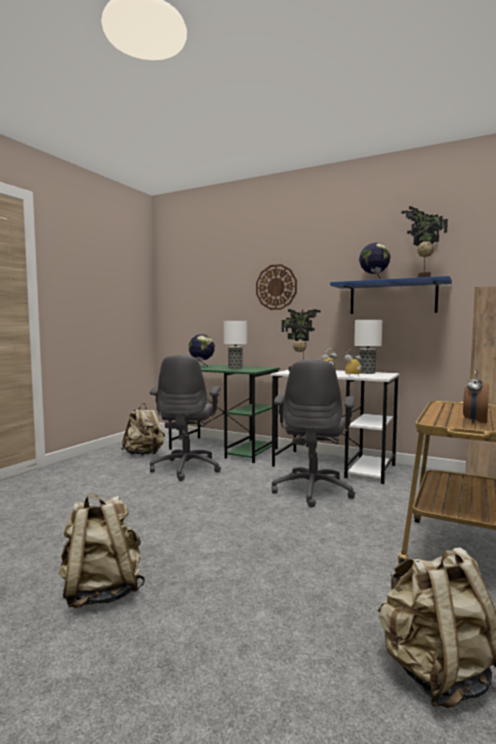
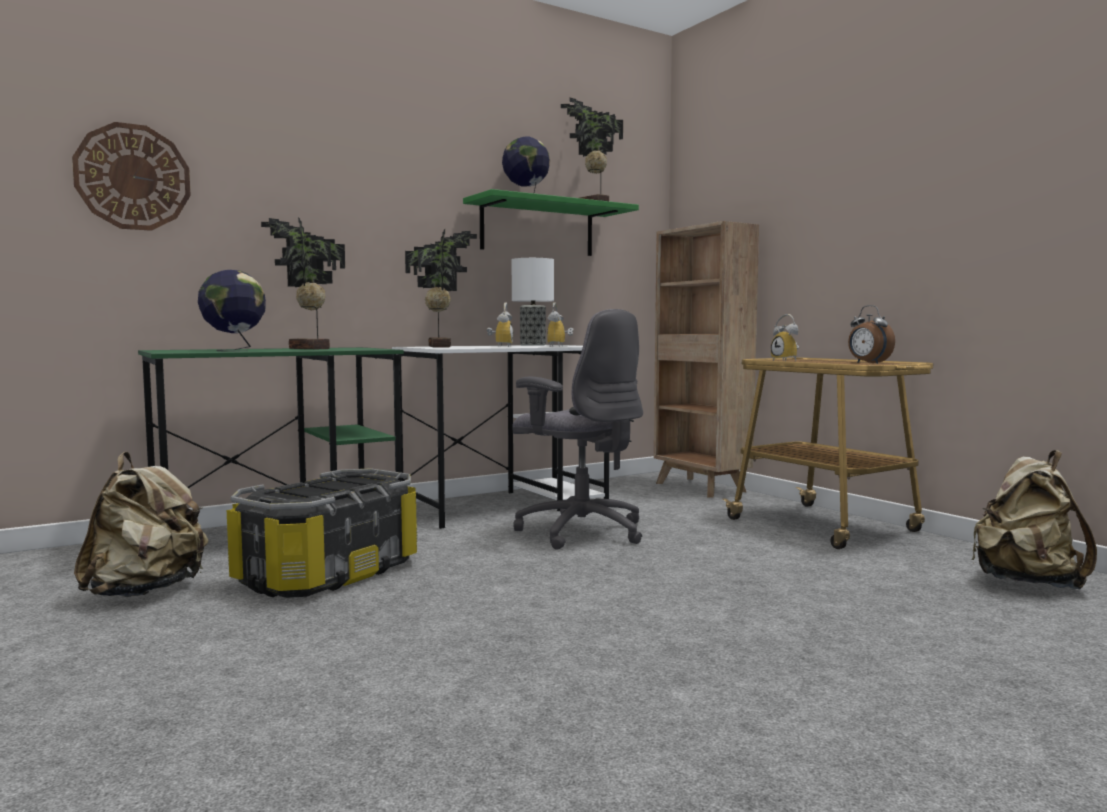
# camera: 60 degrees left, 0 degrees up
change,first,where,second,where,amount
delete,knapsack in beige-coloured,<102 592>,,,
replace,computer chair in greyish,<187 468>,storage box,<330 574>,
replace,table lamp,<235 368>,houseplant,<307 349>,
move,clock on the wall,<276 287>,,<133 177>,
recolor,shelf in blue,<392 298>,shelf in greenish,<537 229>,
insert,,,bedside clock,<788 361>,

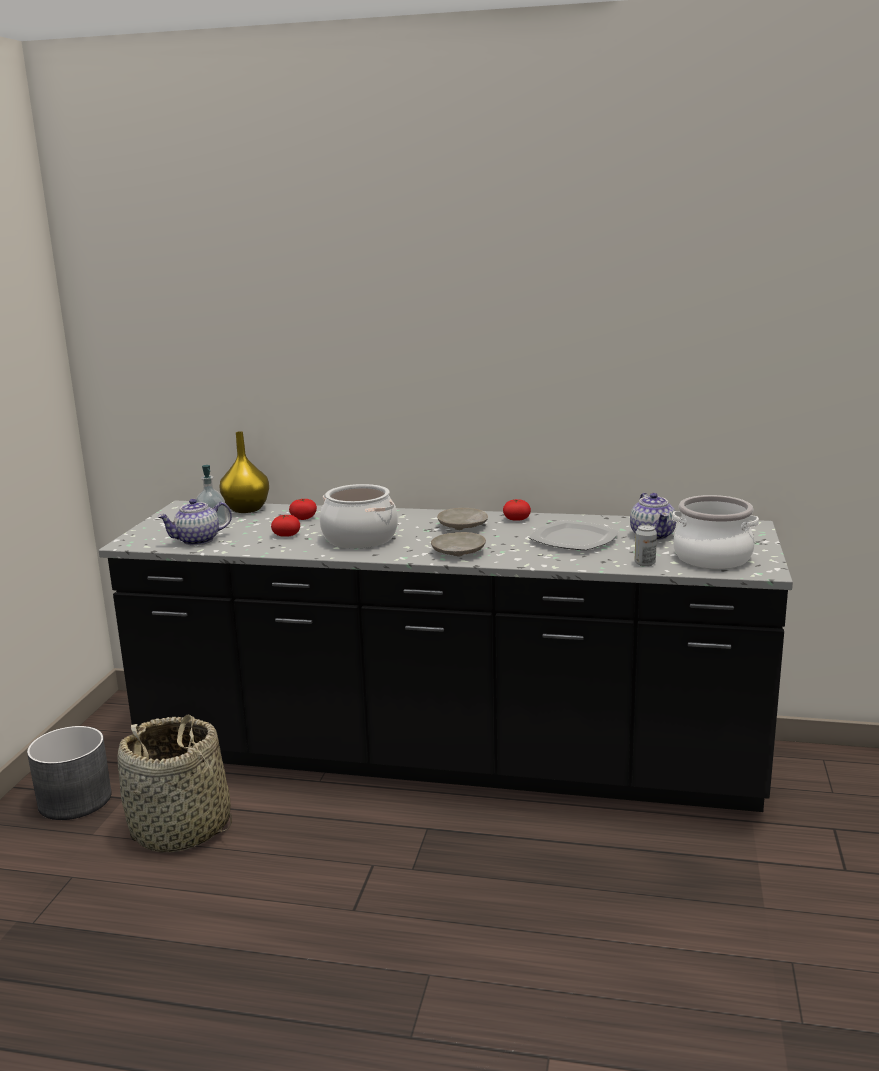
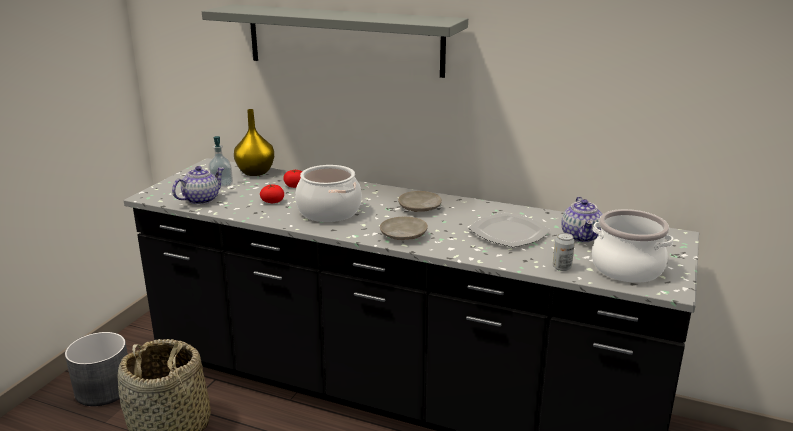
# camera: 10 degrees right, 5 degrees up
change,first,where,second,where,amount
rotate,tea pot,<197 541>,,<201 199>,150 degrees clockwise
delete,whole tomato,<516 519>,,,
insert,,,shelf in greyish,<343 40>,

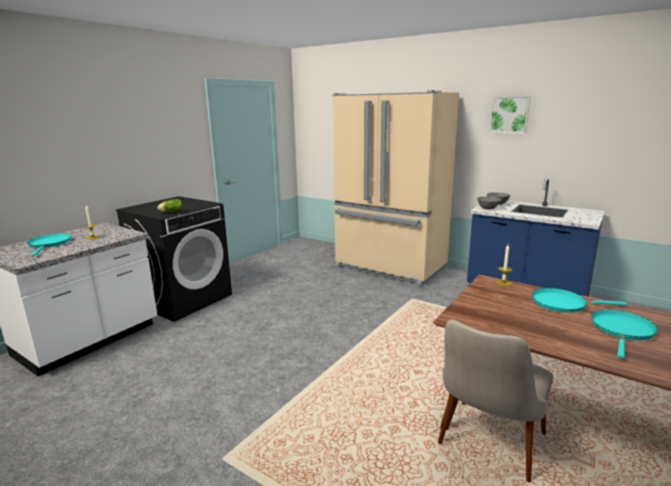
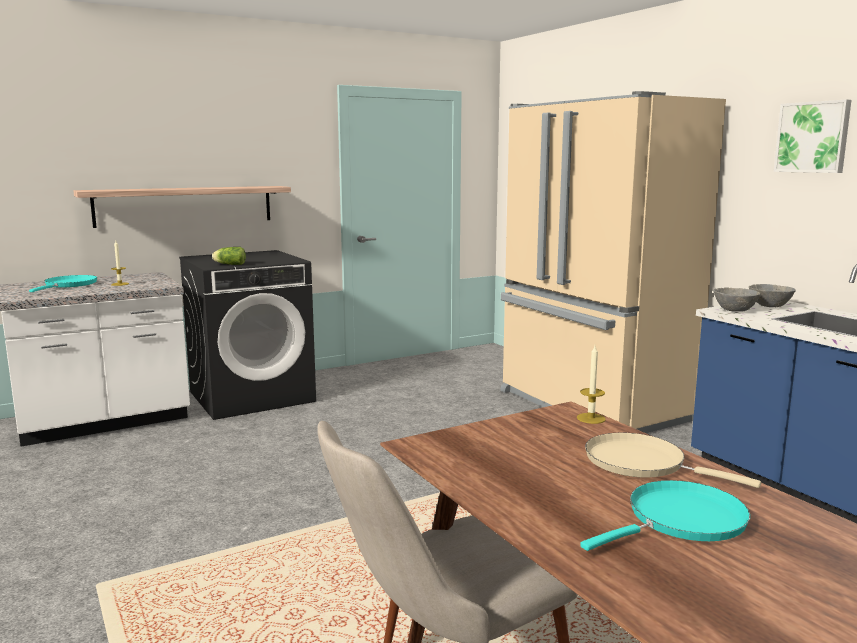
# camera: 25 degrees right, 5 degrees down
change,first,where,second,where,amount
recolor,pan in turquoise-coloured,<562 303>,pan in beige-coloured,<641 463>,
insert,,,shelf,<185 205>,

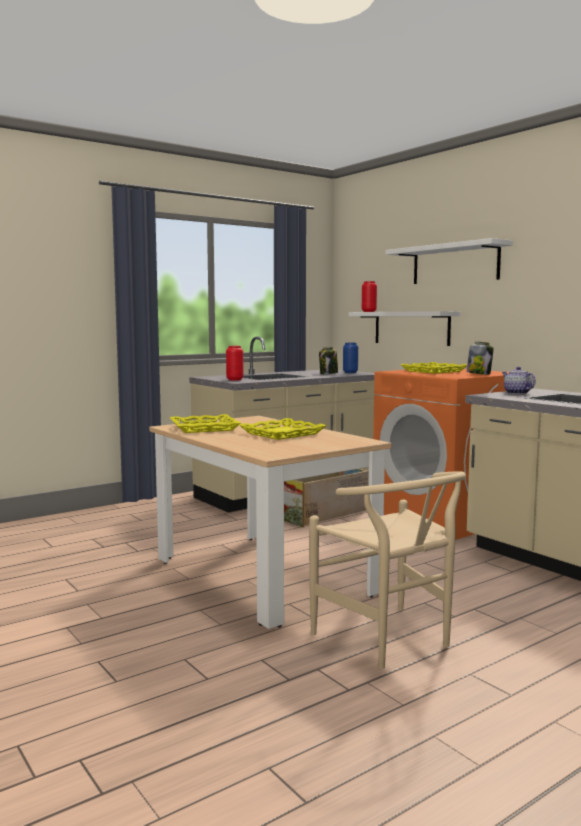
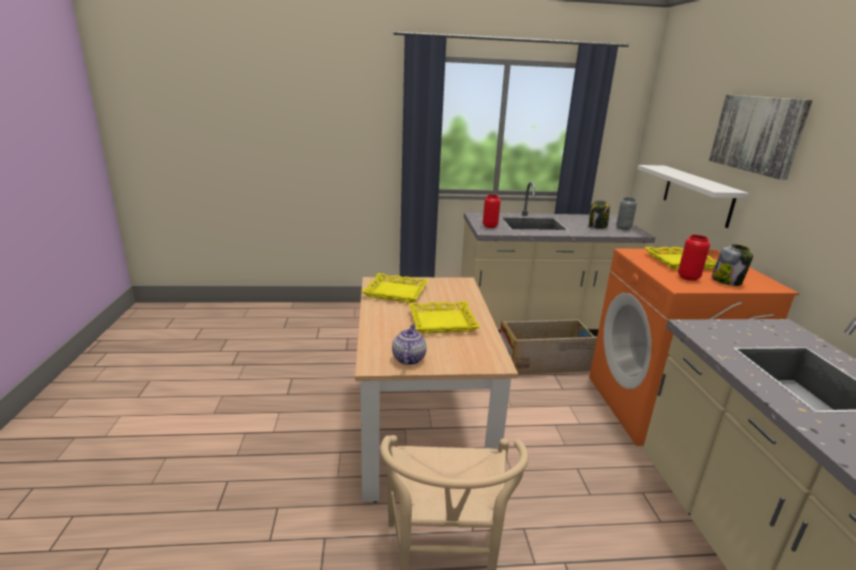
# camera: 30 degrees right, 15 degrees up
change,first,where,second,where,amount
recolor,decorative vase in blue,<350 372>,decorative vase in greyish,<623 228>,
move,decorative vase in reddish,<369 311>,,<688 277>,
replace,shelf in whitish,<455 264>,wall picture,<757 134>,
move,tea pot,<516 393>,,<408 358>,

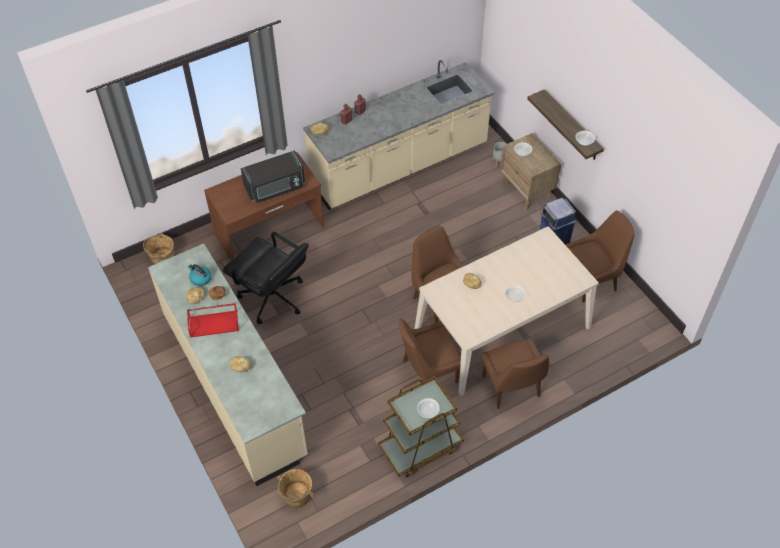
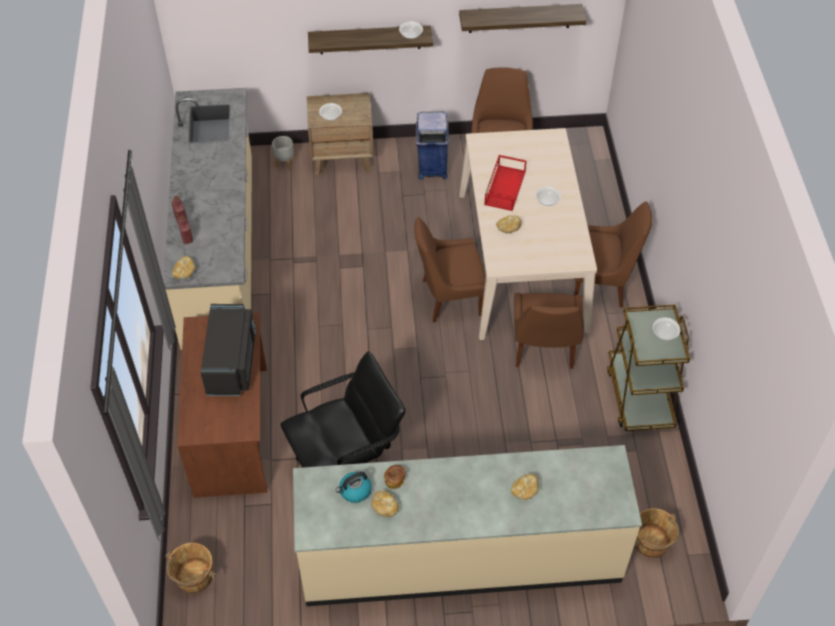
# camera: 65 degrees left, 0 degrees up
change,first,where,second,where,amount
move,serving tray in reddish,<214 323>,,<504 187>,
insert,,,shelf,<519 18>,

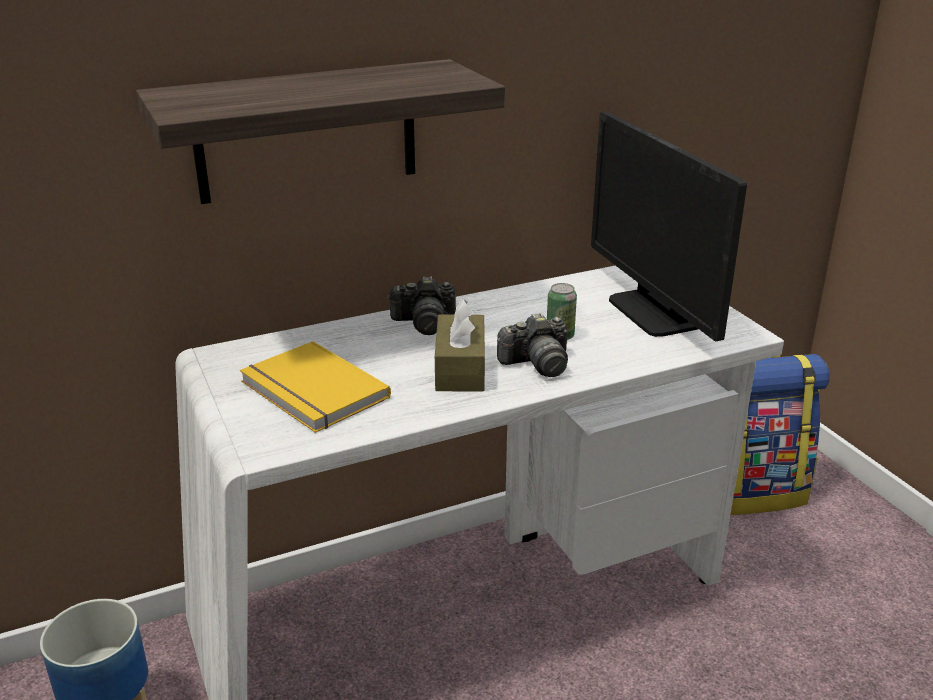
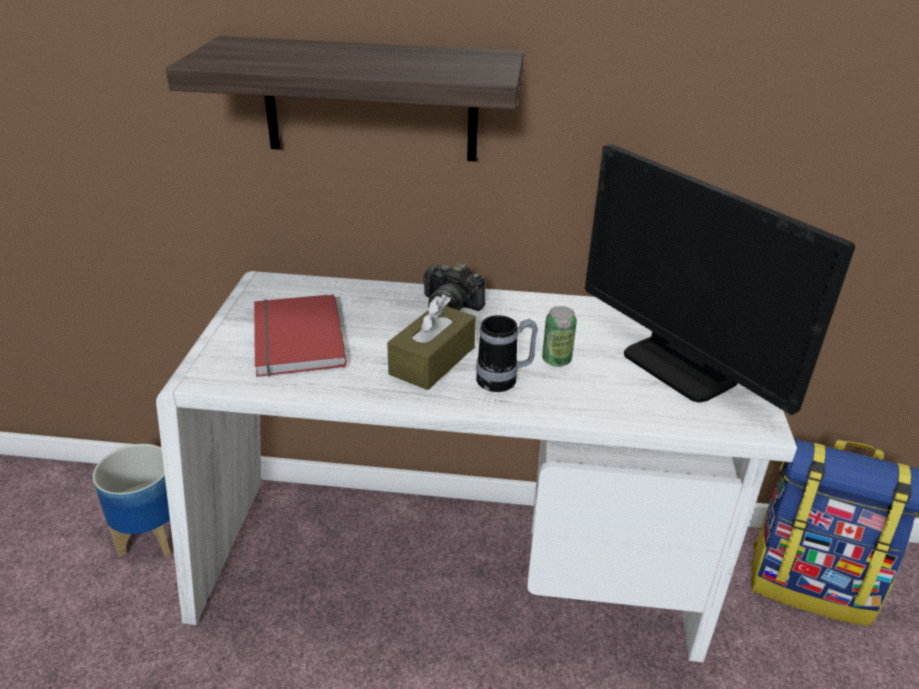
# camera: 30 degrees right, 5 degrees up
change,first,where,second,where,amount
recolor,bound book in yellow,<311 392>,bound book in reddish,<294 339>,
replace,still camera,<537 364>,tea mug,<504 380>,
rotate,computer screen,<655 312>,,<680 367>,45 degrees counterclockwise

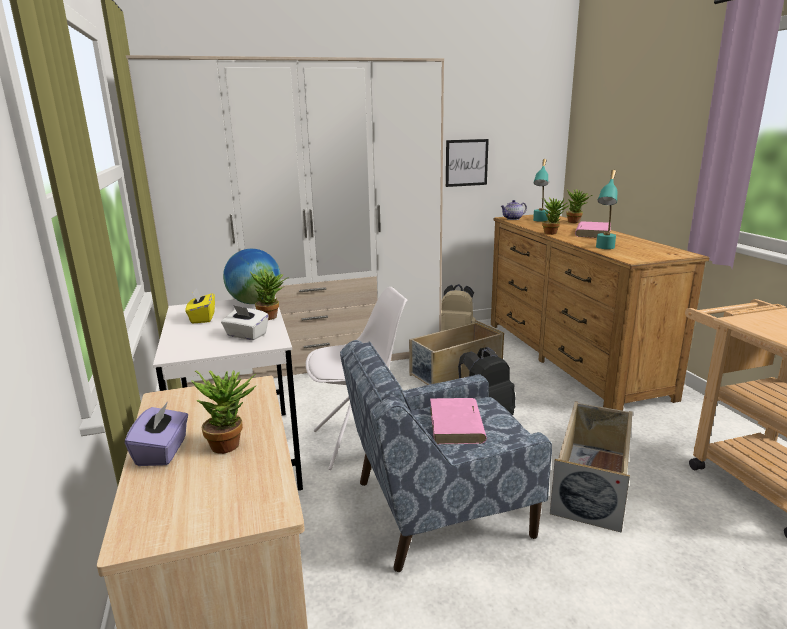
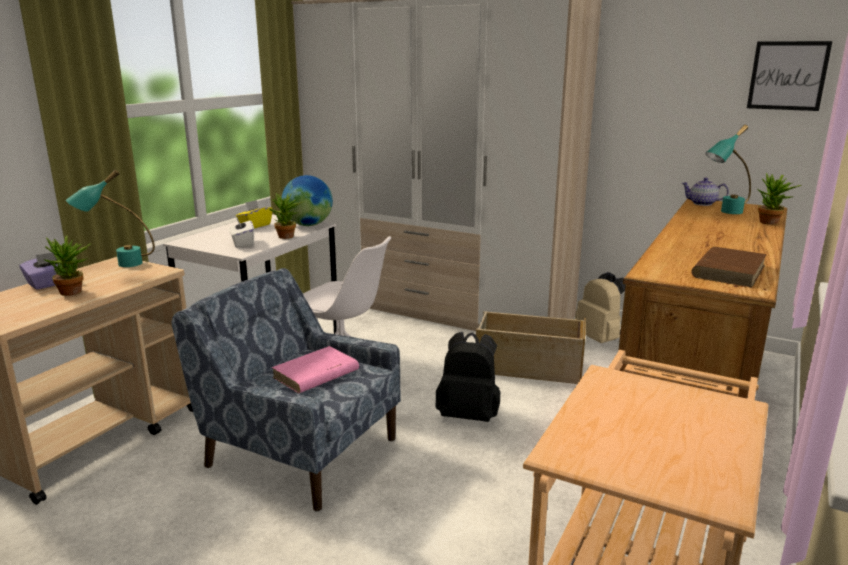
# camera: 45 degrees right, 0 degrees up
change,first,where,second,where,amount
move,wall picture,<466 162>,,<787 76>,
delete,houseplant,<552 233>,,,
delete,storage box in beige-coloured,<591 483>,,,
delete,bound book in pink-coloured,<593 232>,,,
move,table lamp in turquoise-coloured,<604 249>,,<118 264>,
insert,,,bound book in brownish,<728 271>,

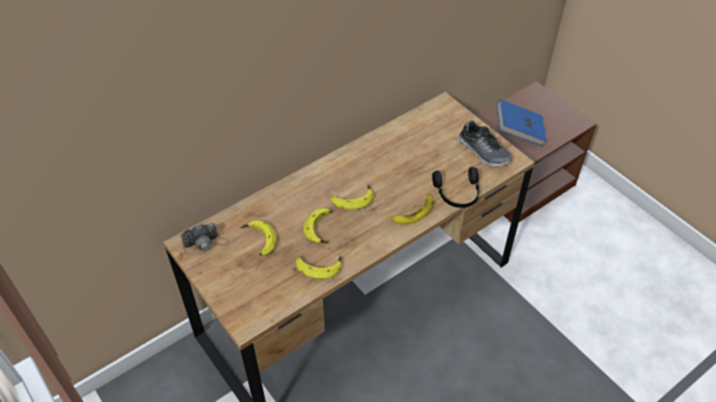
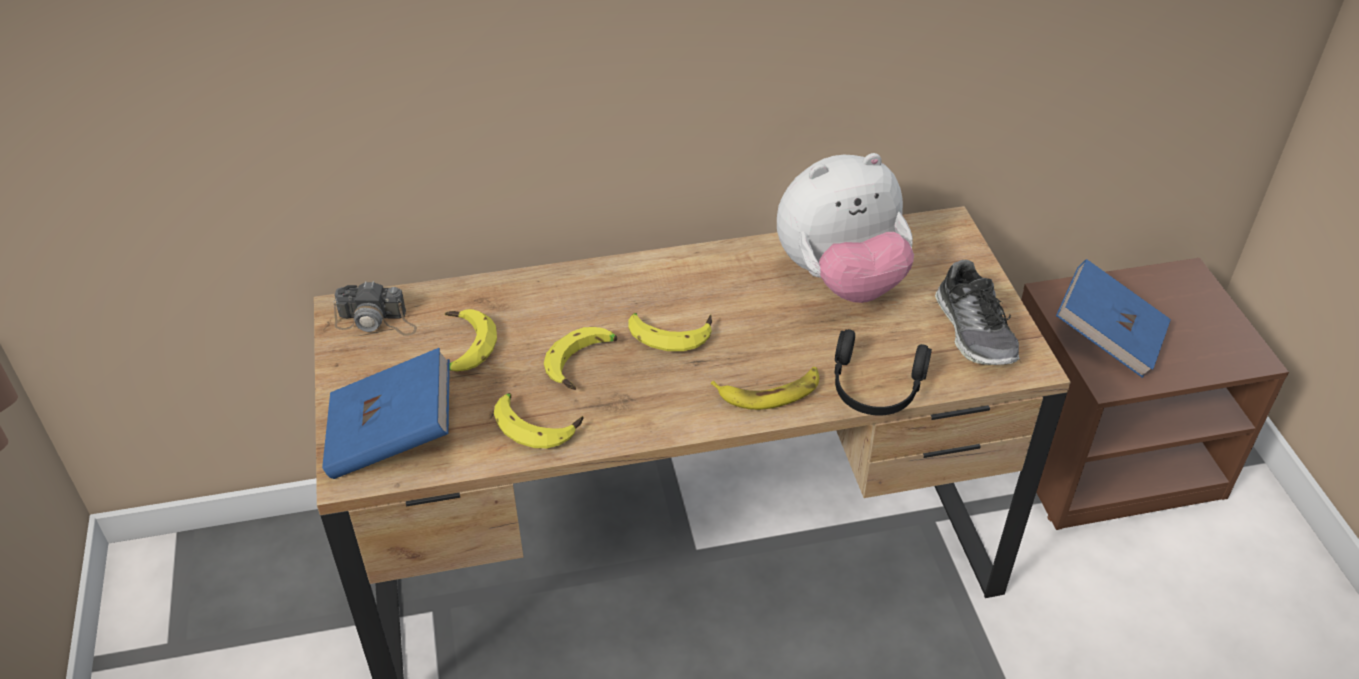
# camera: 25 degrees right, 5 degrees down
change,first,where,second,where,amount
insert,,,bound book in blue,<393 437>,
insert,,,cuddly toy,<841 279>,

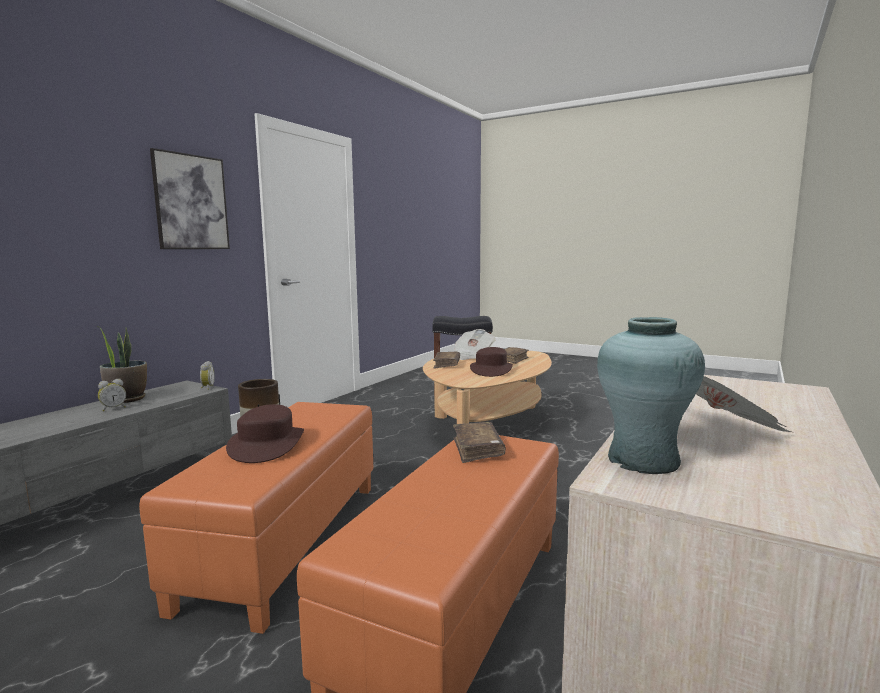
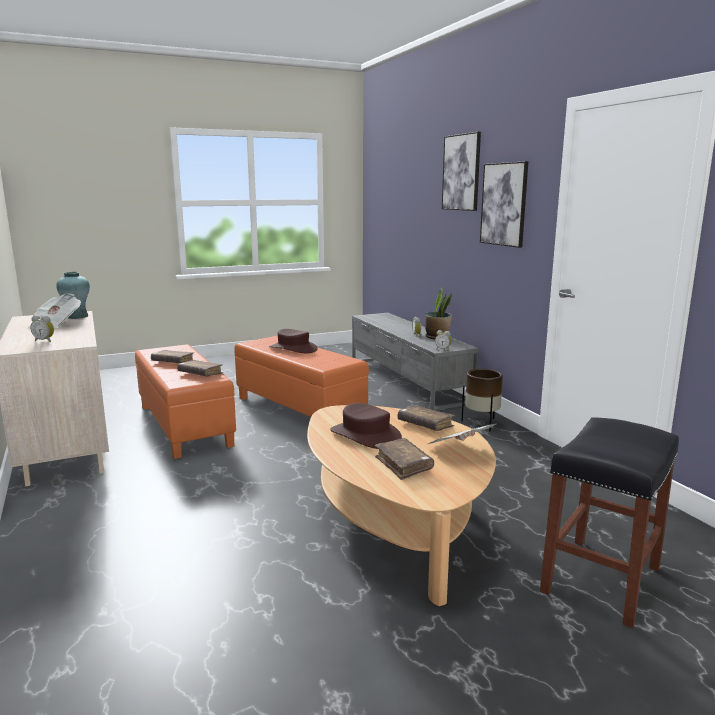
# camera: 125 degrees right, 5 degrees up
change,first,where,second,where,amount
insert,,,bedside clock,<45 341>,
insert,,,bound book in brownish,<173 362>,
insert,,,wall picture,<461 172>,

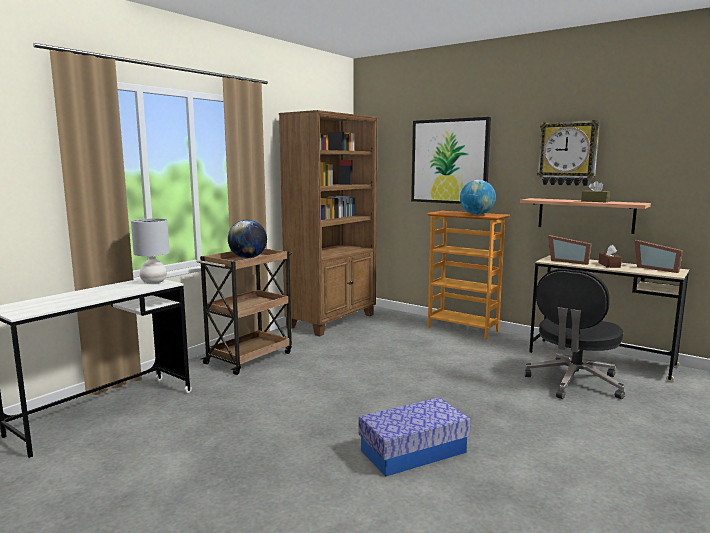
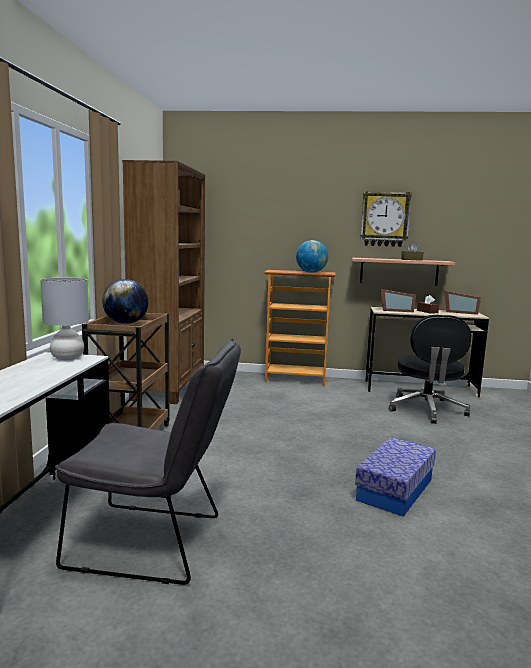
# camera: 30 degrees left, 0 degrees up
change,first,where,second,where,amount
delete,wall picture,<449 161>,,,
insert,,,plain chair in greyish,<156 543>,

